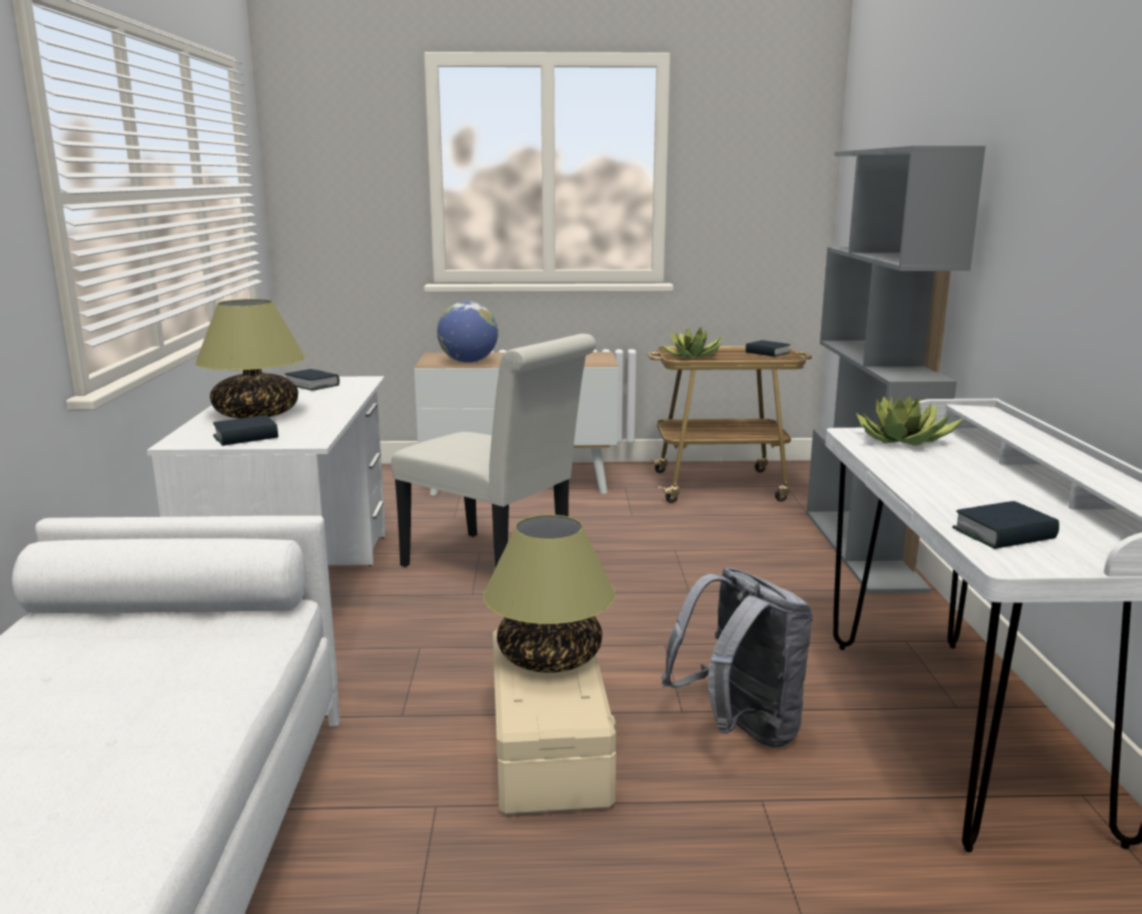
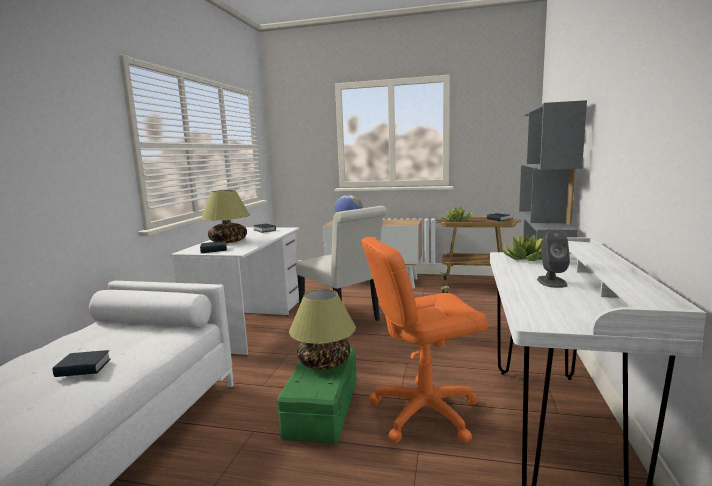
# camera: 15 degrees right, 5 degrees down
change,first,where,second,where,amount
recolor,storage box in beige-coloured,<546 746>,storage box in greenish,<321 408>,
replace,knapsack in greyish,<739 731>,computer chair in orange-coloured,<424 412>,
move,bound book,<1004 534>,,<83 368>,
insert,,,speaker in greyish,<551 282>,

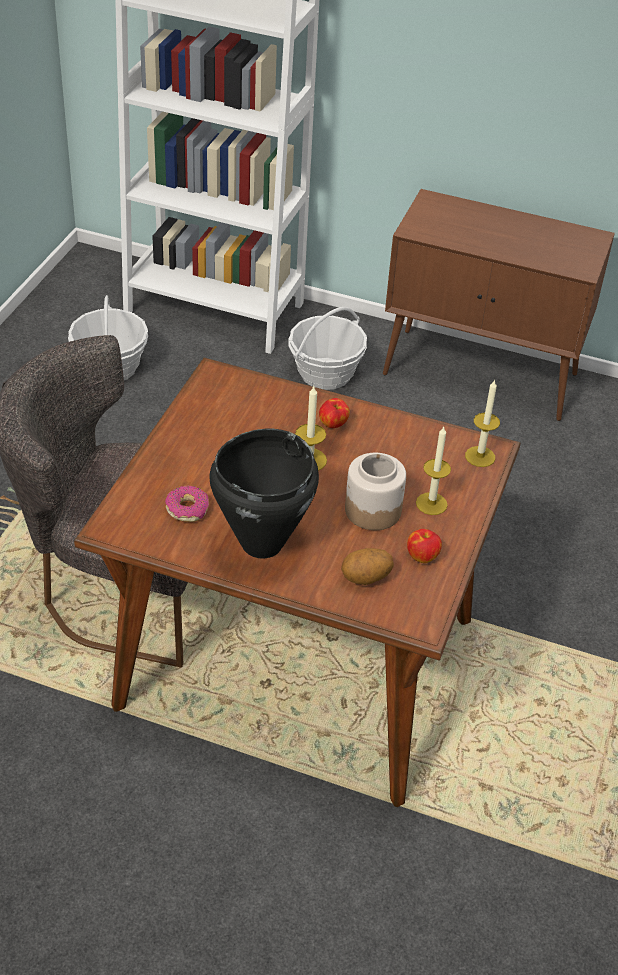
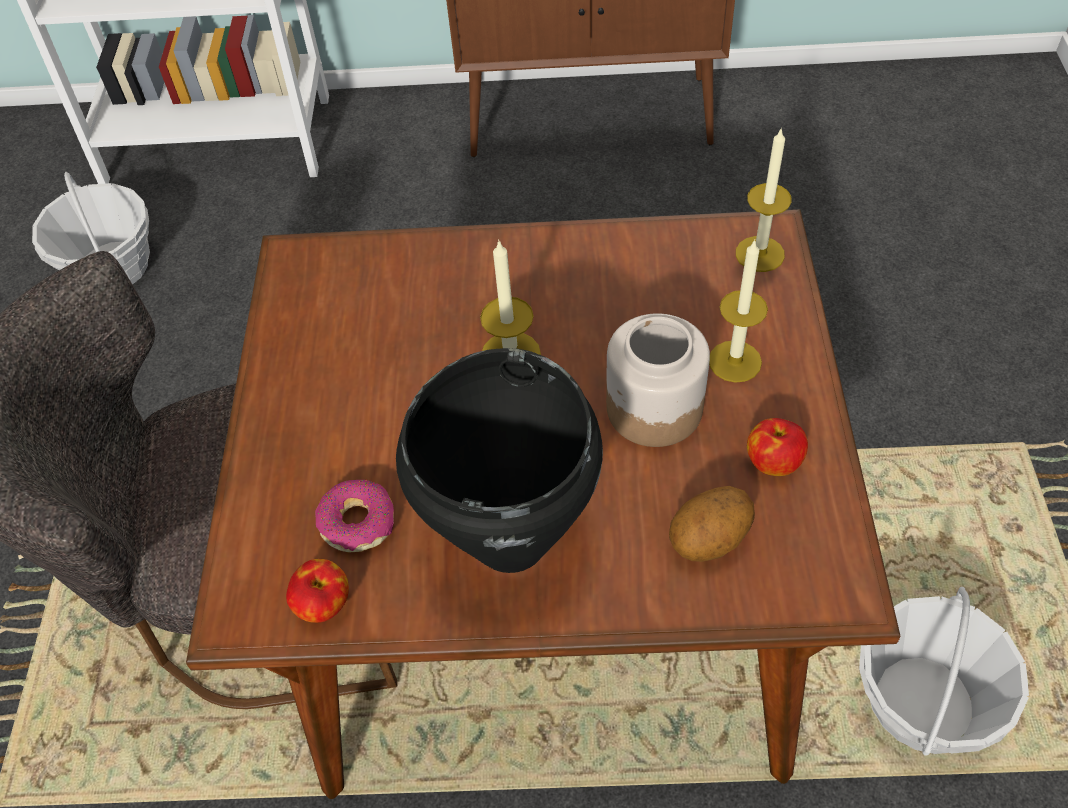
# camera: 15 degrees left, 10 degrees up
change,first,where,second,where,amount
move,basket,<325 374>,,<922 703>,
move,apple fruit,<333 424>,,<324 604>,

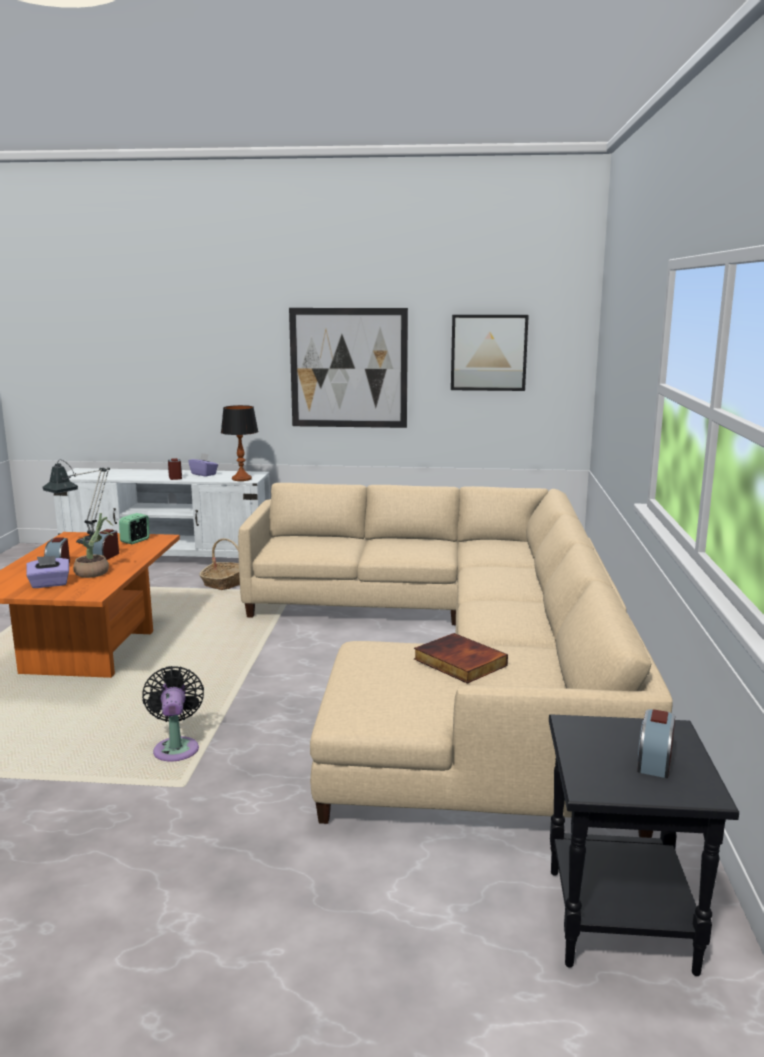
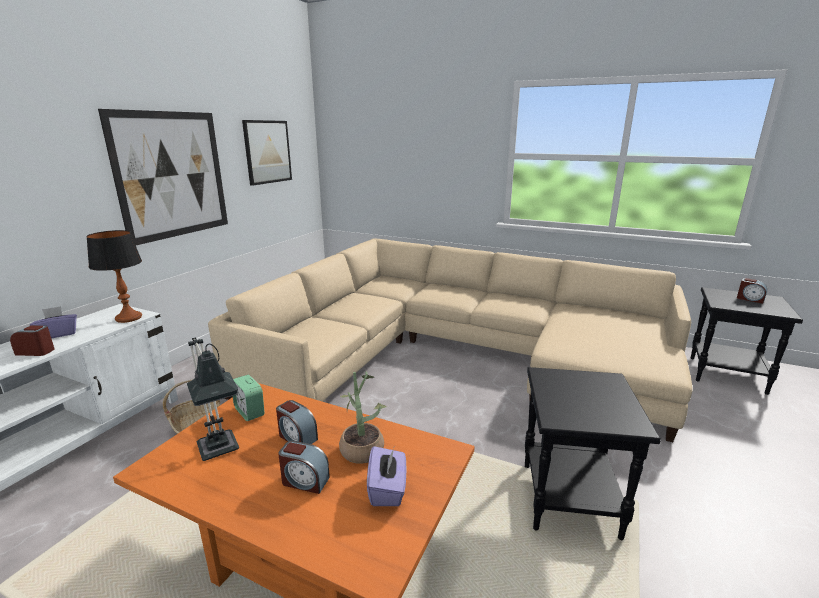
# camera: 70 degrees left, 5 degrees up
change,first,where,second,where,amount
replace,cooling fan in blackish,<176 747>,end table in blackish,<571 500>,
delete,bound book,<458 662>,,,

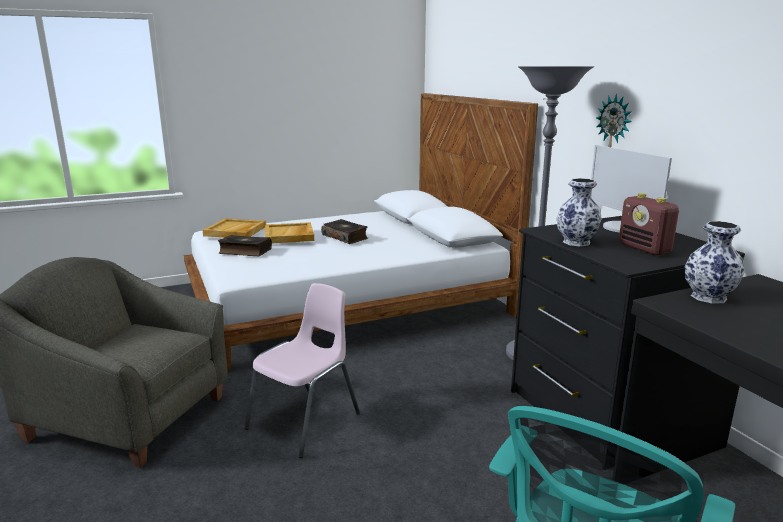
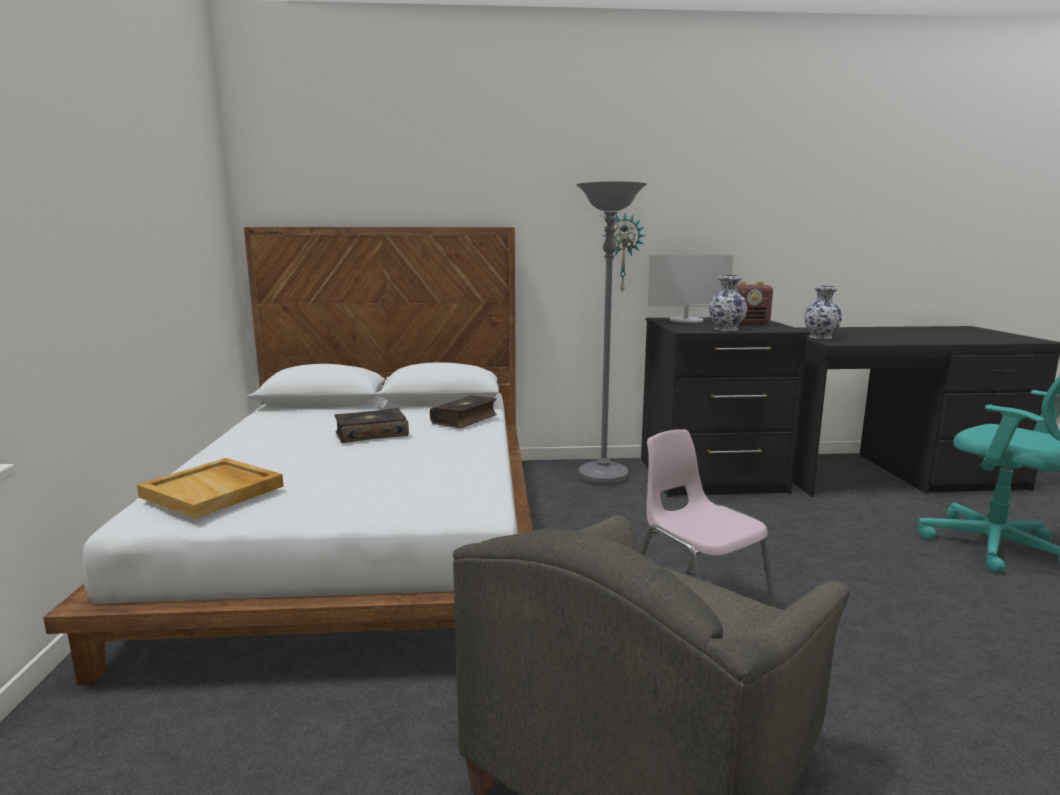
# camera: 70 degrees left, 5 degrees down
change,first,where,second,where,amount
move,bound book,<245 251>,,<465 419>,
delete,serving tray in beige-coloured,<289 235>,,,

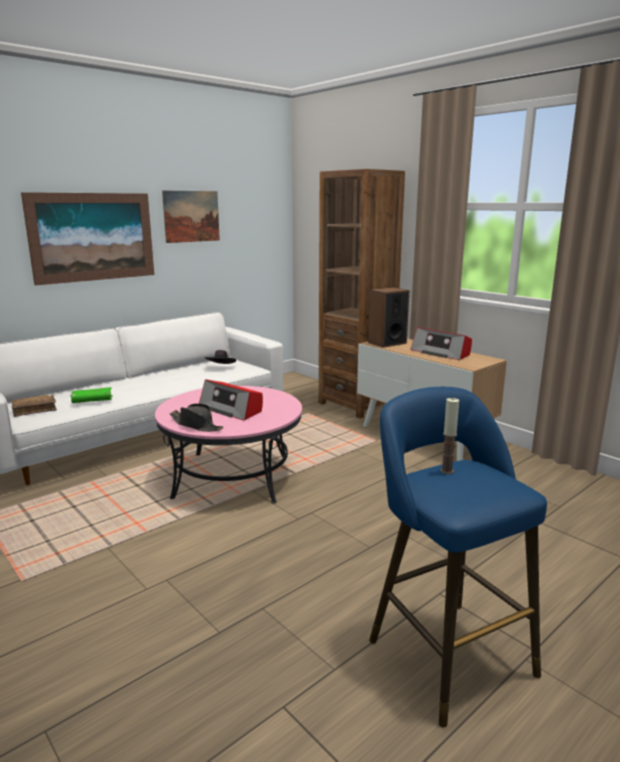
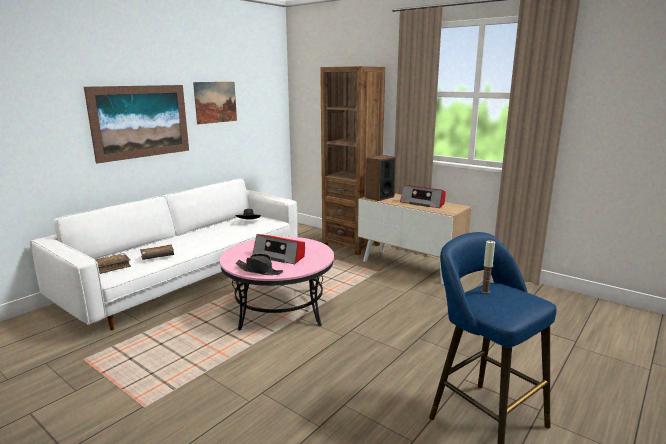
# camera: 10 degrees left, 0 degrees up
change,first,where,second,where,amount
recolor,bound book in greenish,<92 401>,bound book in brownish,<157 257>,

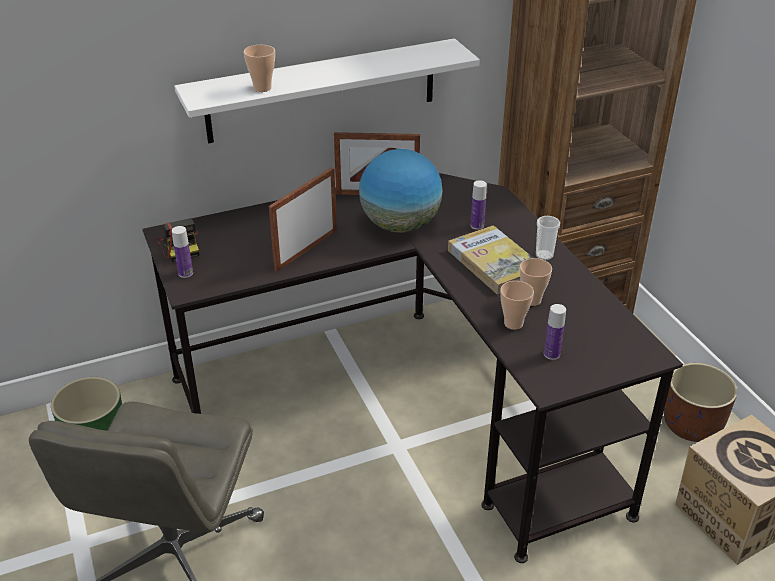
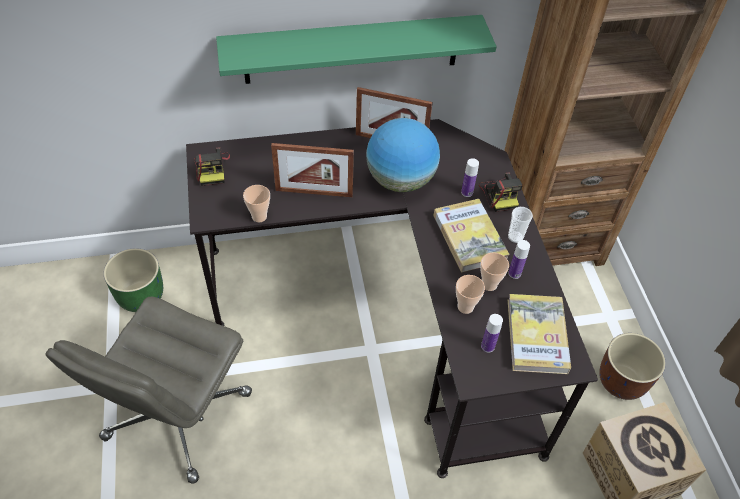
# camera: 10 degrees right, 15 degrees up
change,first,where,second,where,amount
move,bottle,<185 273>,,<514 273>,
recolor,shelf in whitish,<322 91>,shelf in greenish,<352 49>,
move,cup,<262 88>,,<259 216>,
rotate,picture frame,<306 250>,,<314 192>,135 degrees counterclockwise
insert,,,still camera,<499 194>,
insert,,,bound book,<537 336>,

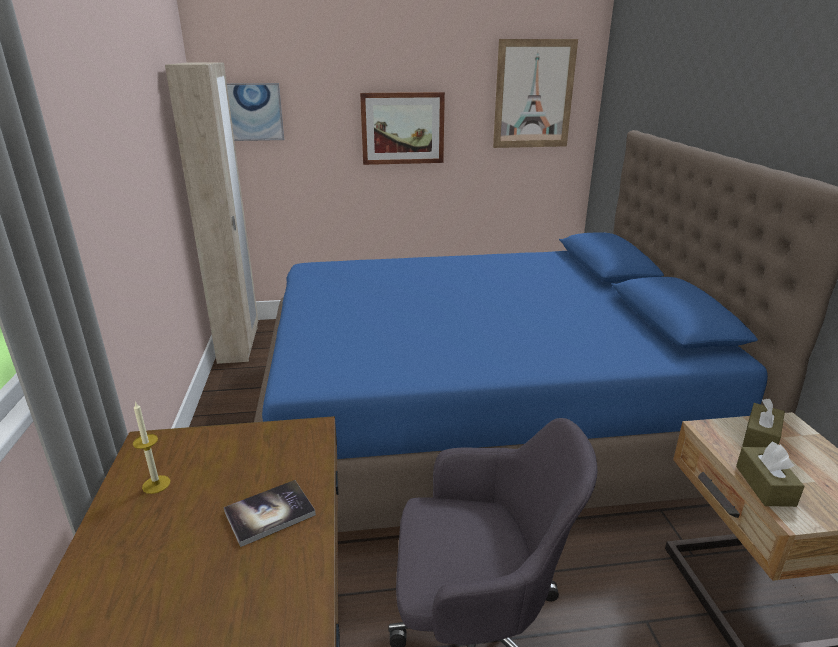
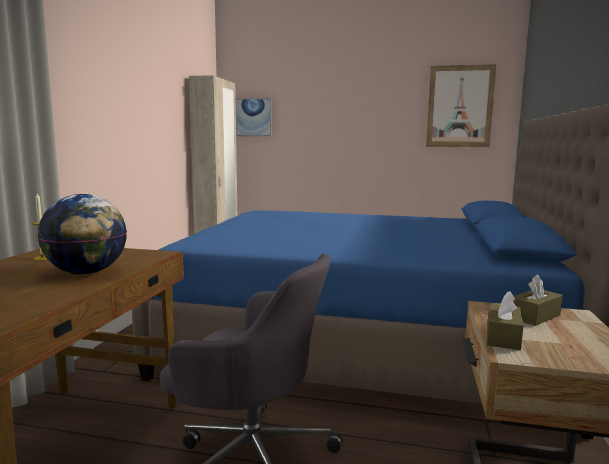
# camera: 20 degrees right, 15 degrees down
change,first,where,second,where,amount
replace,bound book,<269 513>,world globe,<86 273>,
delete,wall picture,<402 128>,,,

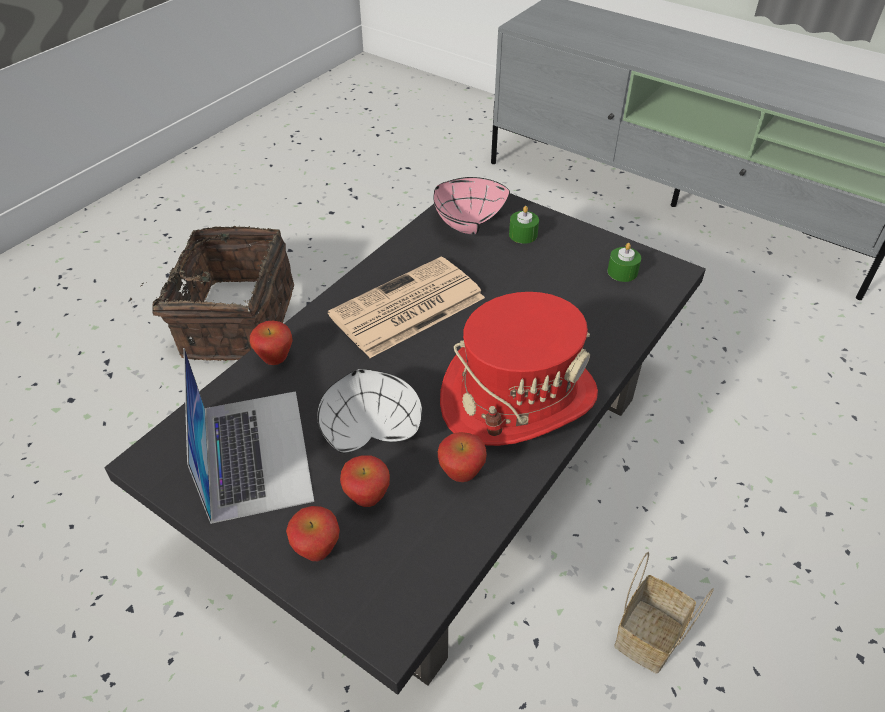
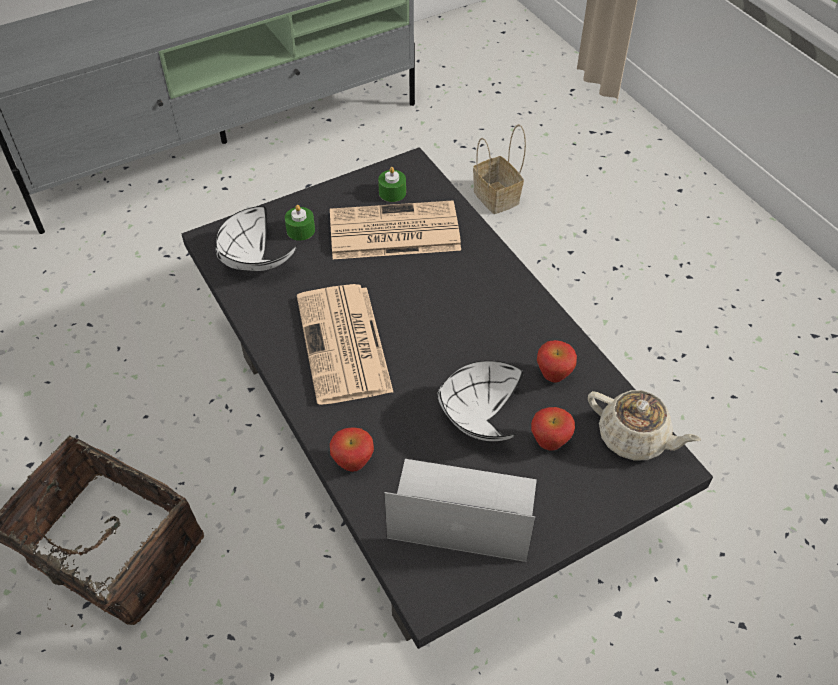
# camera: 65 degrees left, 5 degrees up
change,first,where,second,where,amount
delete,apple fruit,<317 551>,,,
recolor,bowl in pink-coloured,<464 224>,bowl in whitish,<255 263>,
delete,clothing hat in reddish,<518 397>,,,
move,basket,<648 638>,,<497 198>,
insert,,,newspaper,<392 232>,
insert,,,tea pot in beige-coloured,<634 438>,

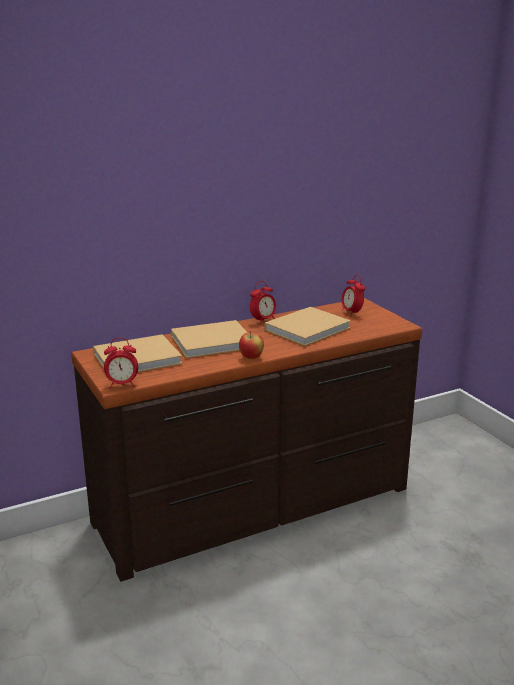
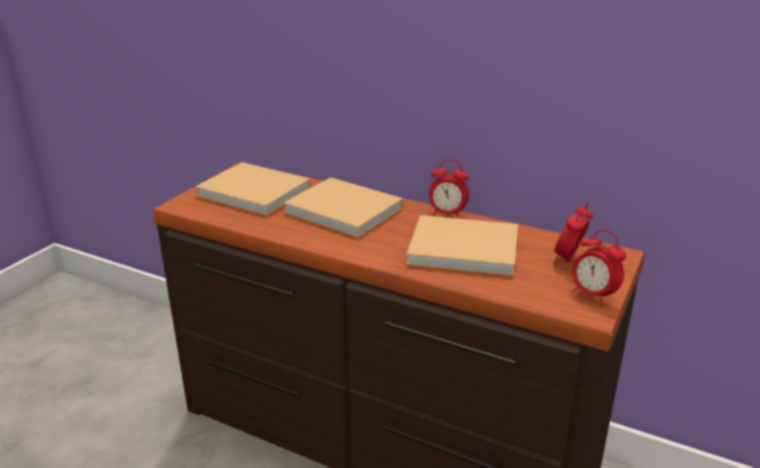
# camera: 55 degrees right, 5 degrees up
change,first,where,second,where,amount
move,bedside clock,<122 385>,,<593 296>,
delete,apple fruit,<251 357>,,,

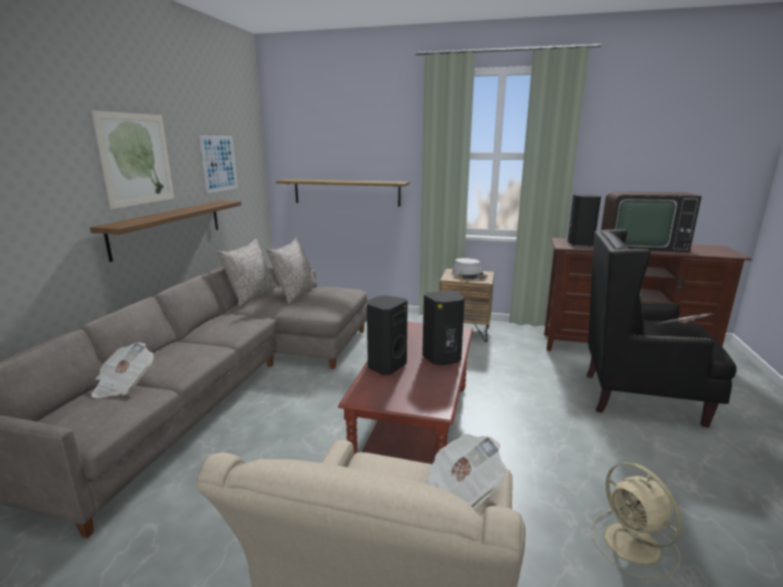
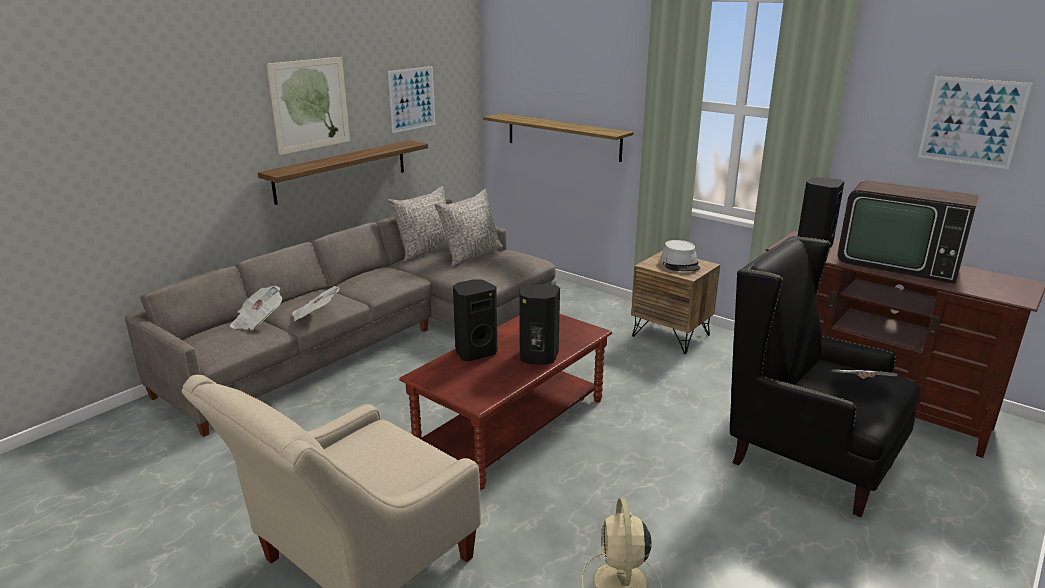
# camera: 25 degrees right, 5 degrees up
change,first,where,second,where,amount
move,newspaper,<457 493>,,<315 315>,
insert,,,wall picture,<972 122>,

